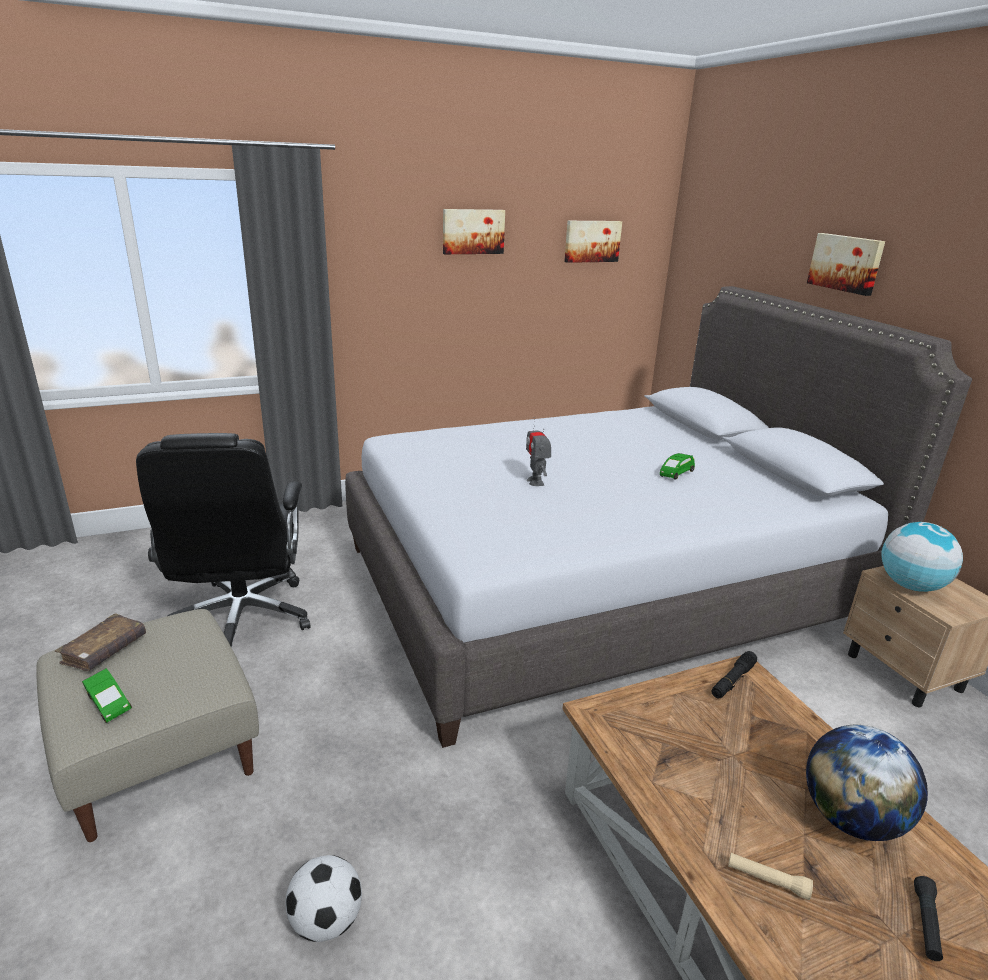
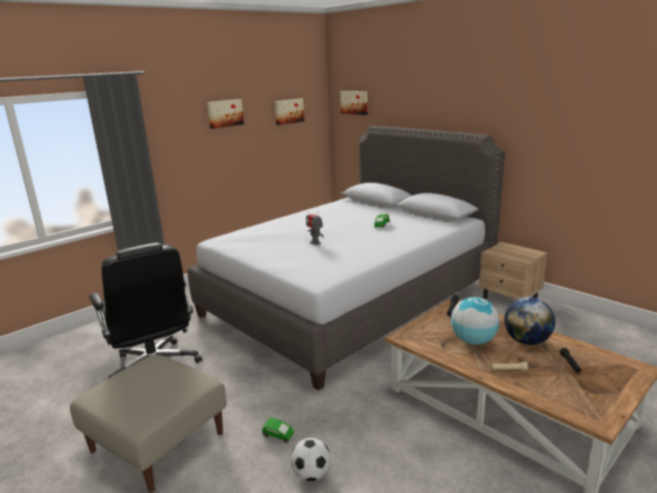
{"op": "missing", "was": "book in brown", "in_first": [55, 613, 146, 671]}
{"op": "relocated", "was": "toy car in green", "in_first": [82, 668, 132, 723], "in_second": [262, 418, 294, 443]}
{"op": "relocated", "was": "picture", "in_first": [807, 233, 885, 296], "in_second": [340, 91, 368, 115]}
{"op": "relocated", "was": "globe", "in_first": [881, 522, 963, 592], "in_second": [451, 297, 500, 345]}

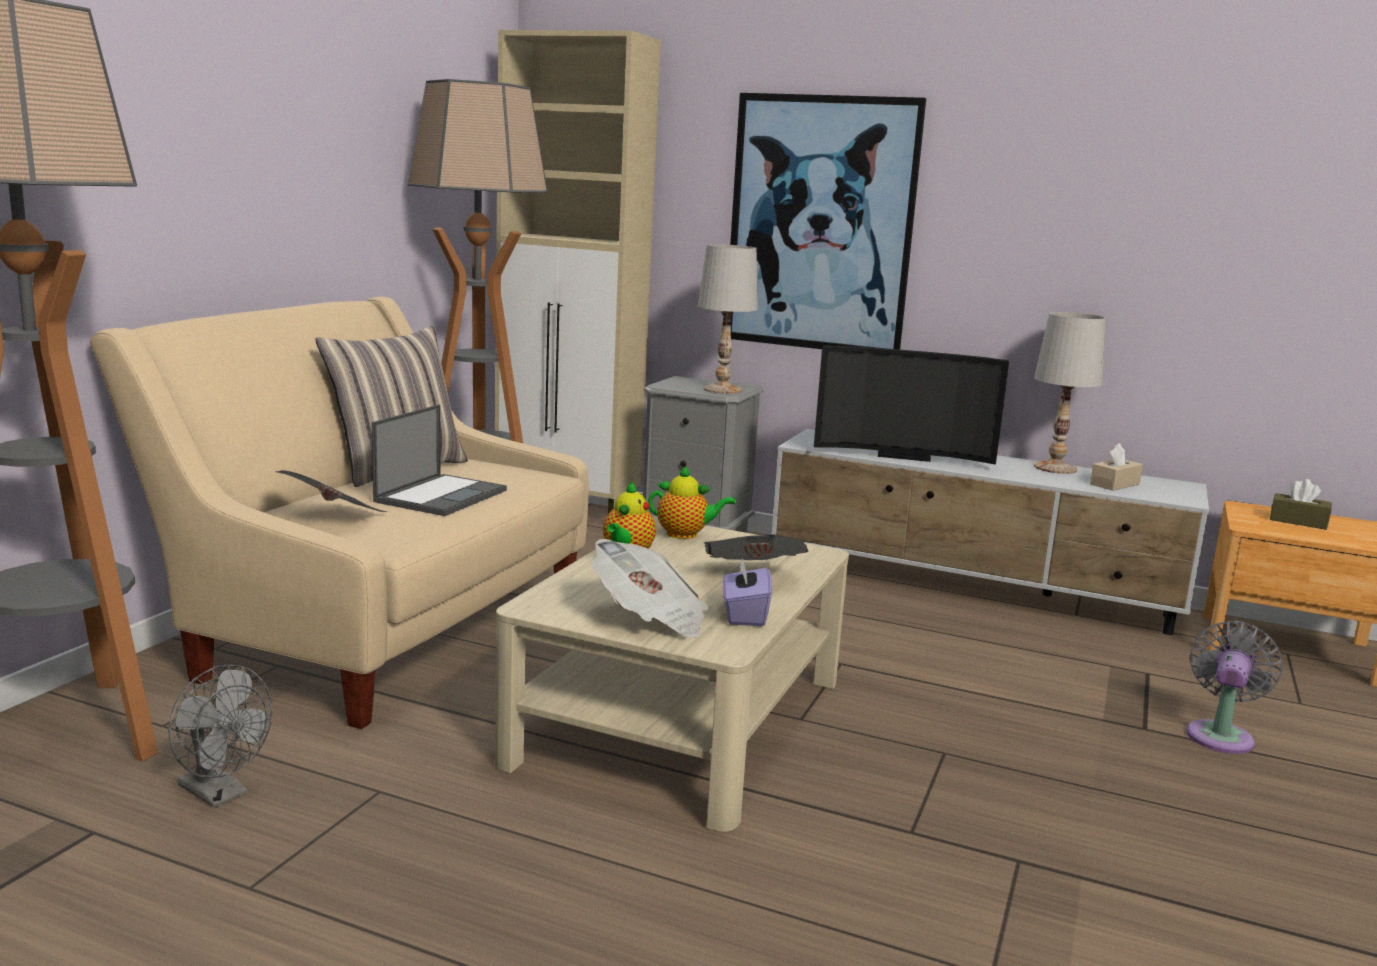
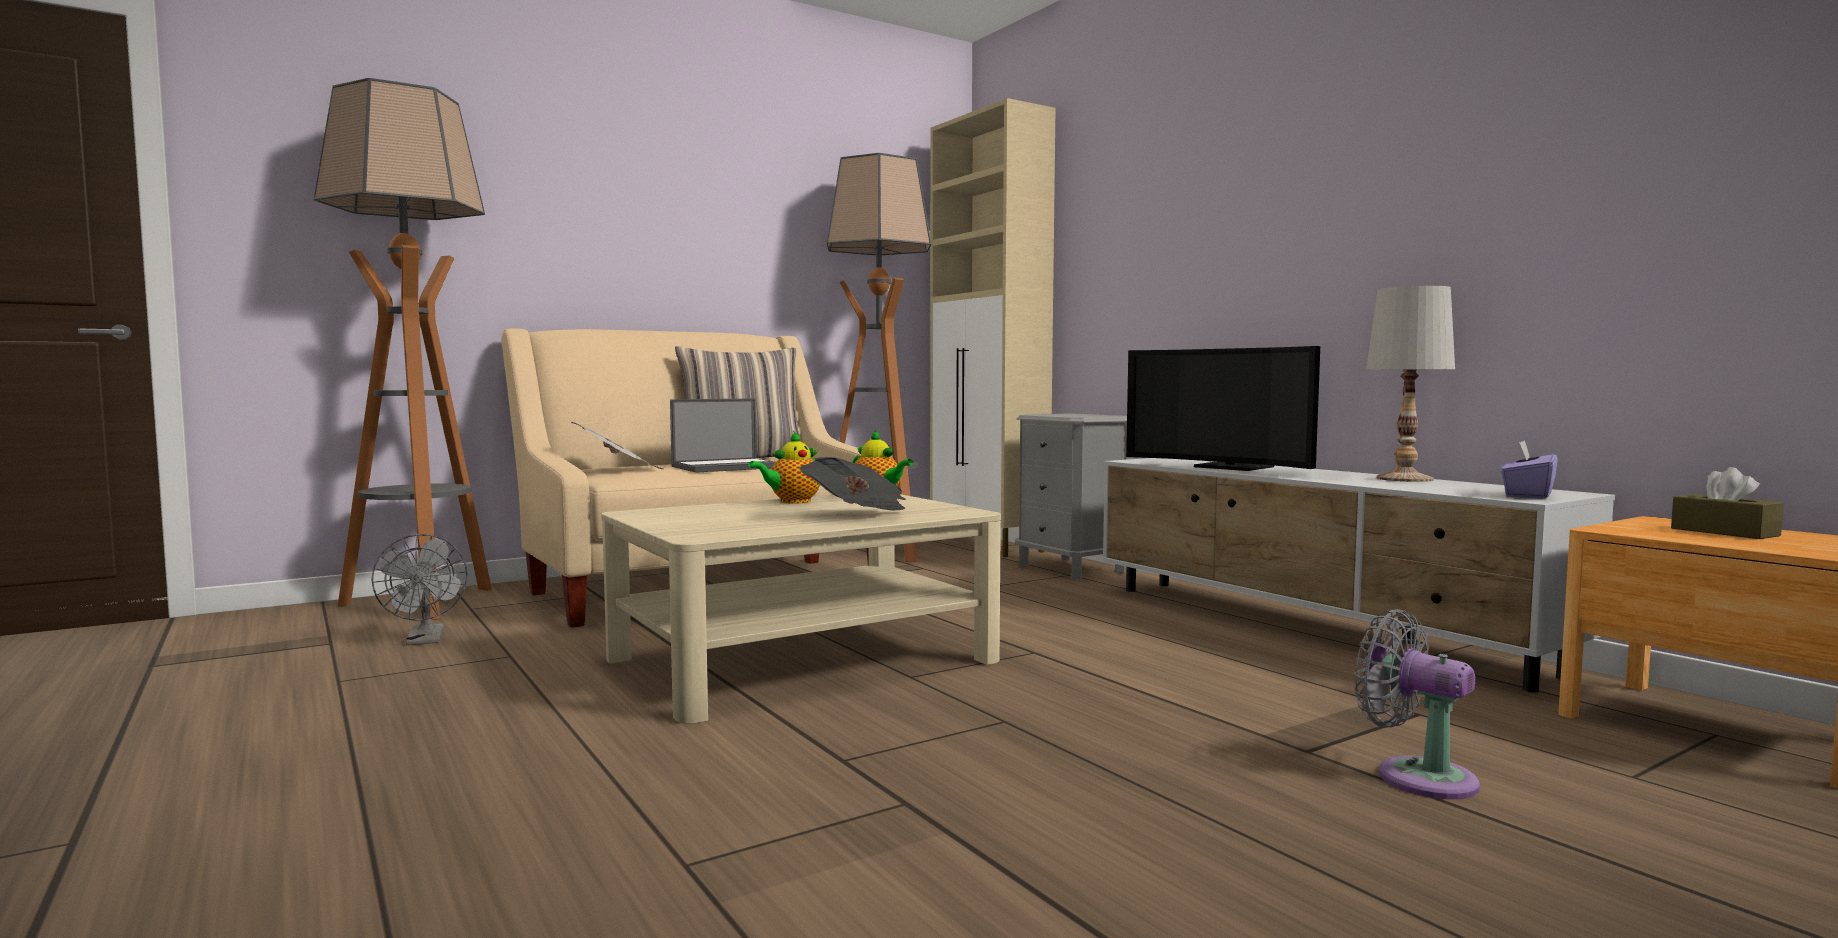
{"op": "missing", "was": "newspaper", "in_first": [592, 539, 708, 638]}
{"op": "missing", "was": "table lamp in white", "in_first": [698, 244, 758, 394]}
{"op": "missing", "was": "picture", "in_first": [730, 93, 926, 350]}
{"op": "missing", "was": "tissue box in beige", "in_first": [1090, 443, 1143, 491]}
{"op": "relocated", "was": "tissue box in purple", "in_first": [723, 557, 772, 626], "in_second": [1500, 440, 1558, 499]}
{"op": "spun", "was": "fan in grey", "in_first": [1186, 621, 1283, 754], "in_second": [1354, 609, 1480, 799], "clockwise": -105}

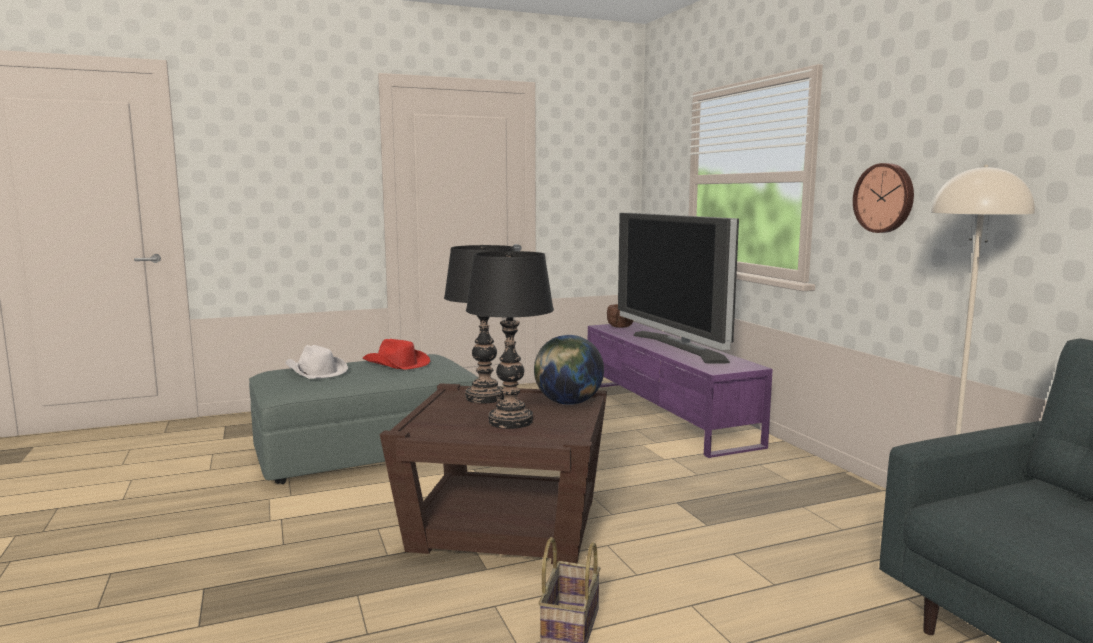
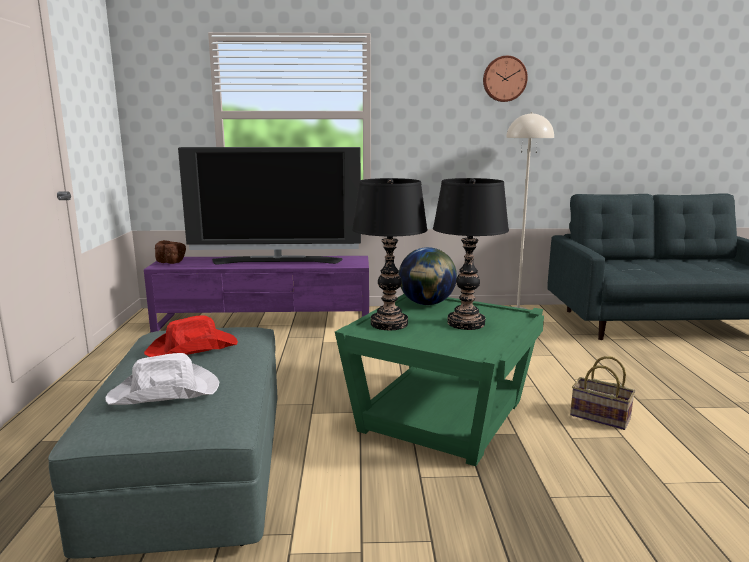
{"op": "relocated", "was": "wall clock", "in_first": [853, 163, 914, 233], "in_second": [483, 56, 528, 102]}
{"op": "colour", "was": "side table in brown", "now": "side table in green", "in_first": [380, 383, 607, 564], "in_second": [335, 294, 544, 466]}

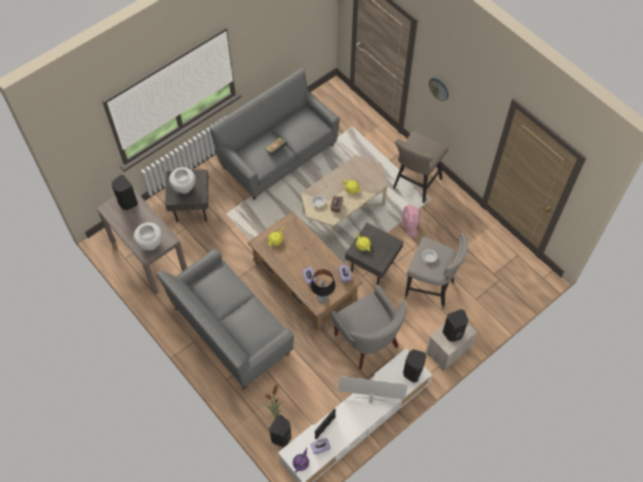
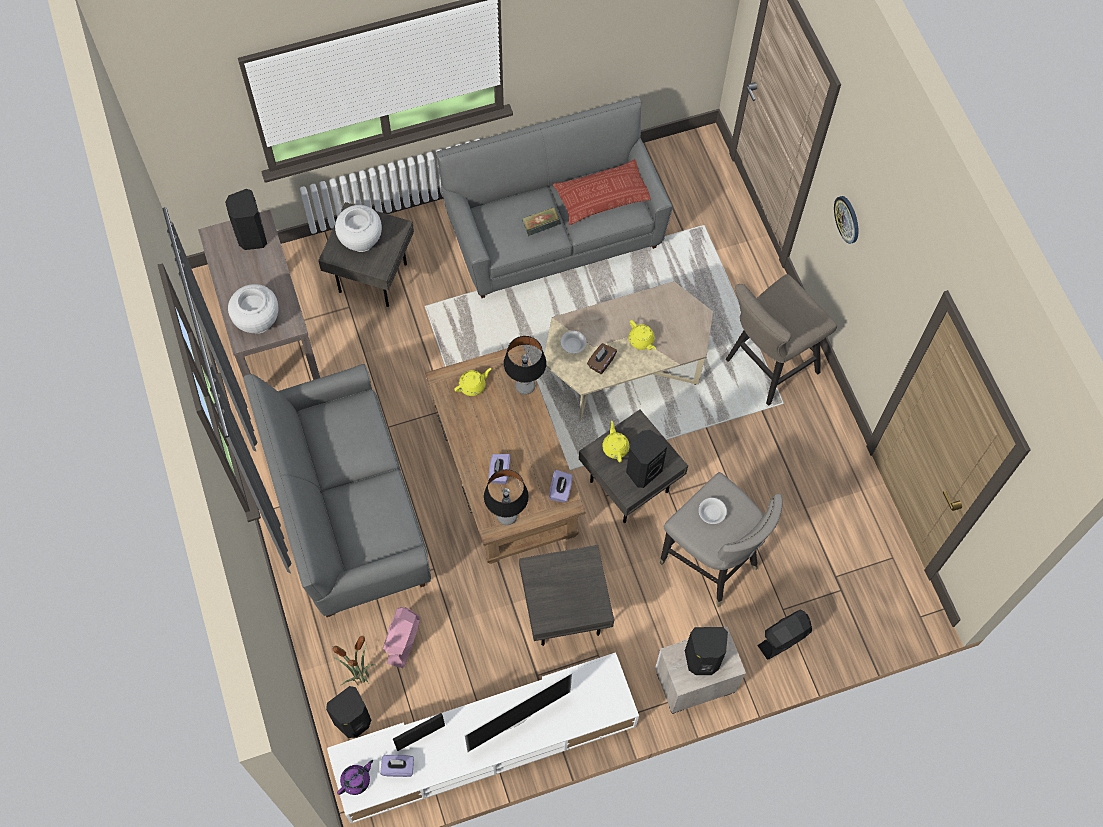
{"op": "appeared", "now": "table lamp", "in_second": [503, 336, 547, 395]}
{"op": "appeared", "now": "pillow", "in_second": [553, 159, 651, 225]}
{"op": "appeared", "now": "fan in black", "in_second": [757, 609, 812, 660]}
{"op": "relocated", "was": "fan in pink", "in_first": [402, 205, 420, 237], "in_second": [383, 607, 420, 668]}
{"op": "relocated", "was": "speaker in black", "in_first": [403, 349, 427, 383], "in_second": [626, 430, 667, 488]}
{"op": "exchanged", "was": "armchair in grey", "now": "side table in grey", "in_first": [331, 285, 407, 370], "in_second": [519, 545, 614, 646]}
{"op": "spun", "was": "television", "in_first": [339, 376, 408, 403], "in_second": [464, 672, 572, 752], "clockwise": 120}

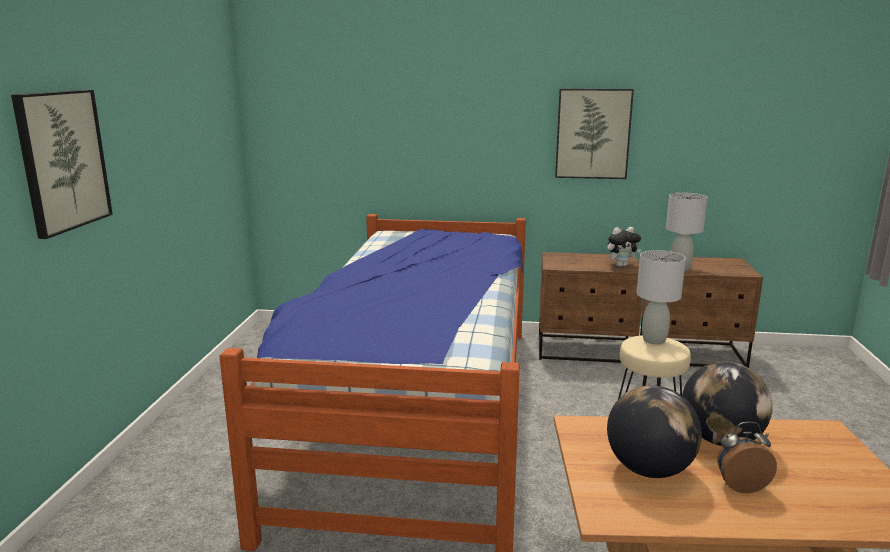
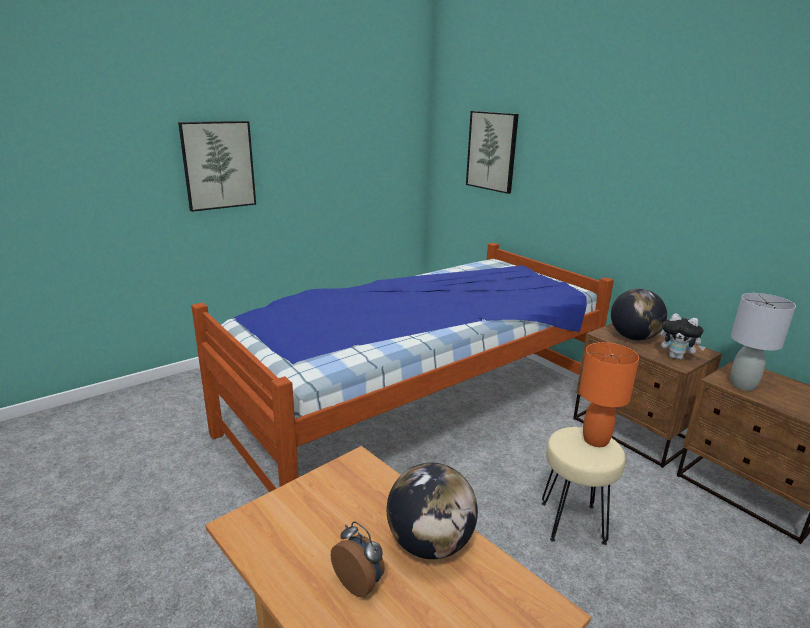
{"op": "relocated", "was": "picture", "in_first": [555, 89, 634, 179], "in_second": [466, 111, 519, 194]}
{"op": "relocated", "was": "globe", "in_first": [607, 385, 702, 478], "in_second": [611, 289, 667, 340]}
{"op": "colour", "was": "table lamp in grey", "now": "table lamp in orange", "in_first": [637, 250, 686, 345], "in_second": [579, 342, 639, 447]}

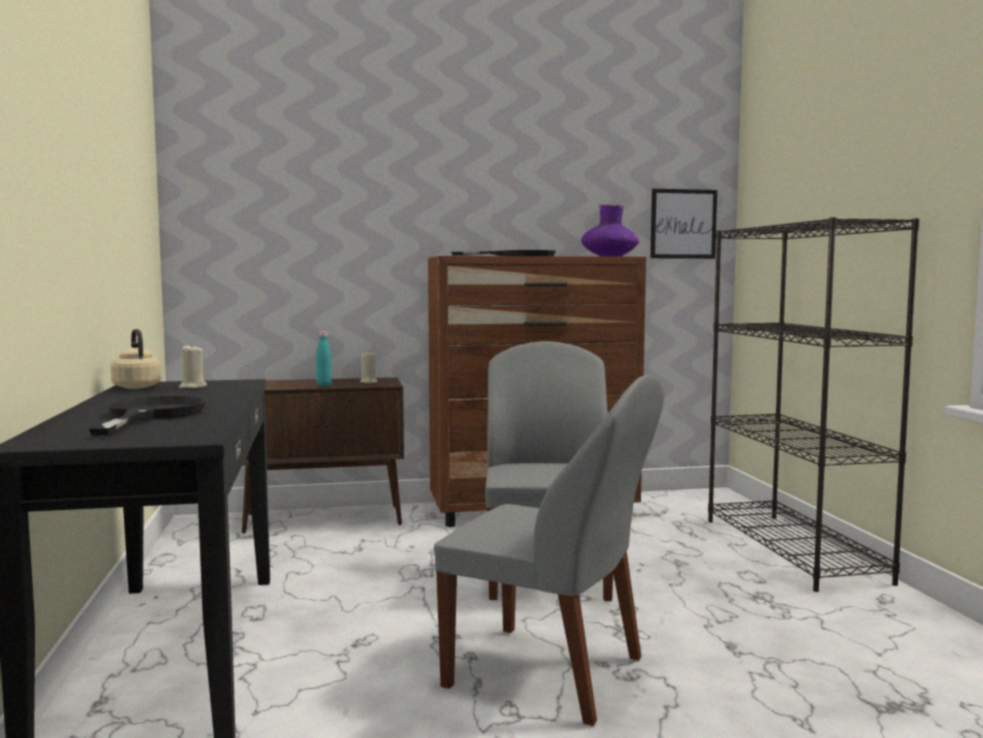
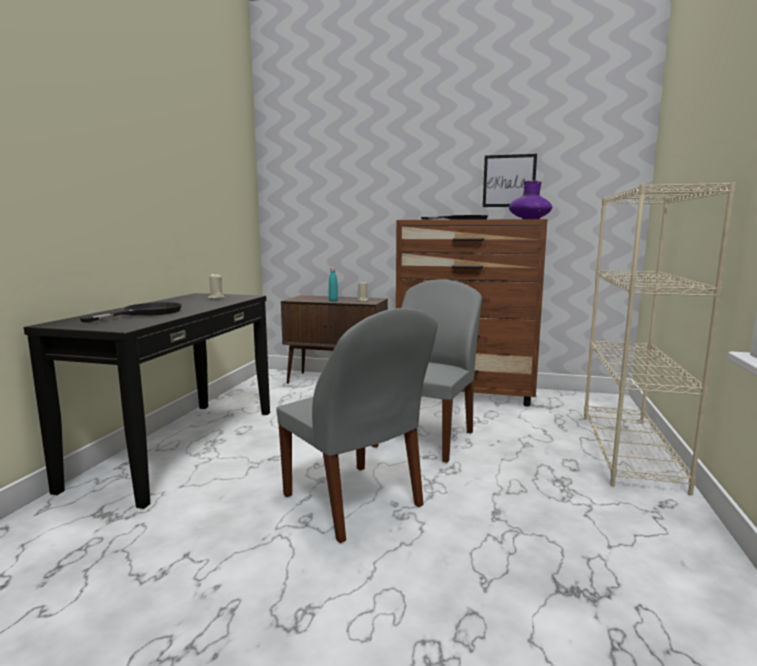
{"op": "missing", "was": "kettle in beige", "in_first": [110, 329, 162, 389]}
{"op": "relocated", "was": "picture", "in_first": [650, 189, 717, 259], "in_second": [483, 154, 537, 207]}
{"op": "colour", "was": "bookcase in black", "now": "bookcase in beige", "in_first": [708, 217, 919, 592], "in_second": [584, 182, 736, 495]}

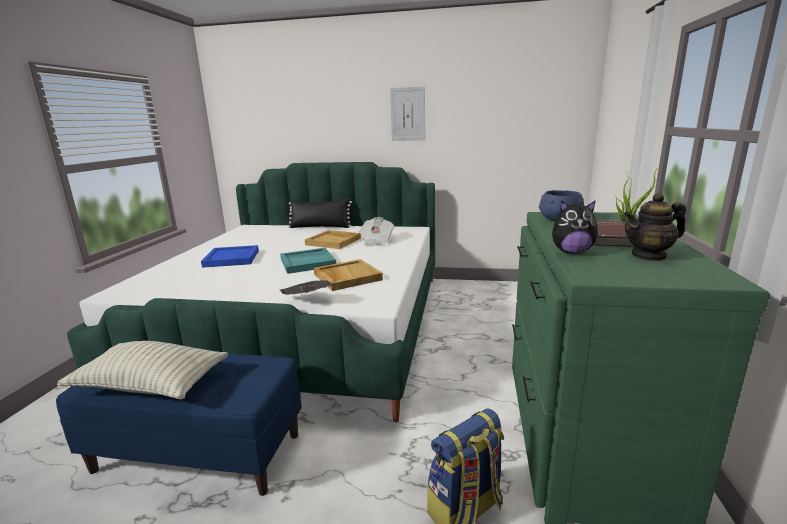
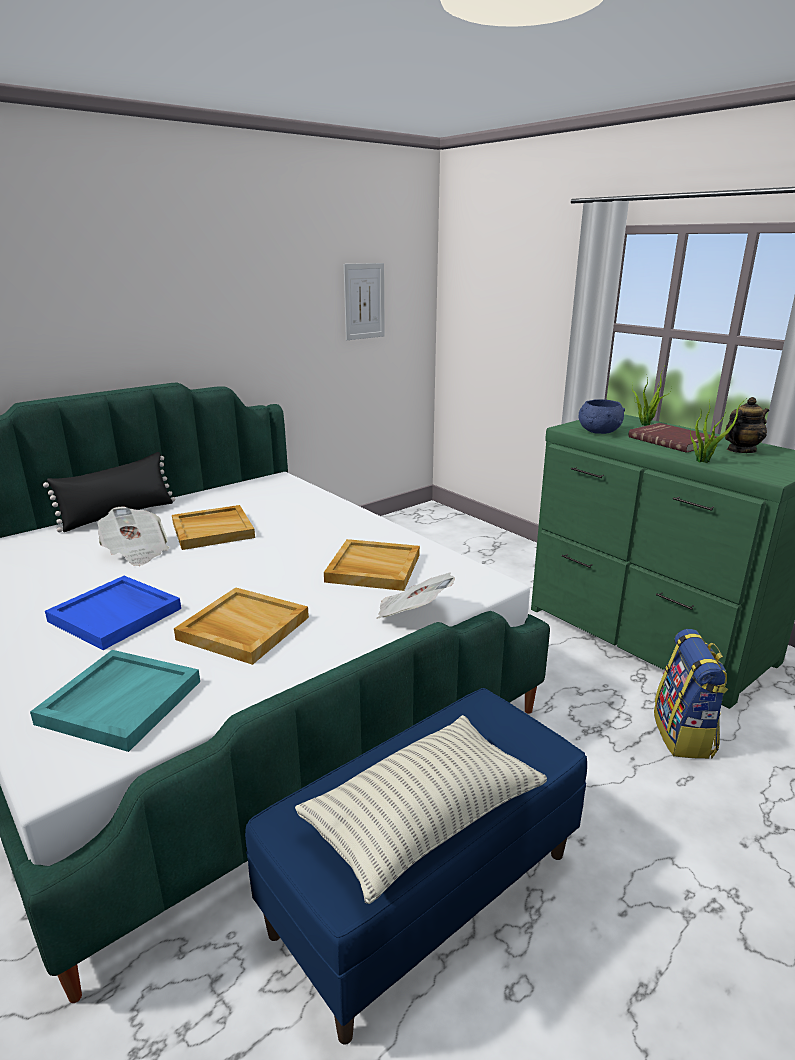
{"op": "appeared", "now": "tray in beige", "in_second": [174, 587, 309, 665]}
{"op": "relocated", "was": "tray in turquoise", "in_first": [280, 248, 336, 274], "in_second": [30, 650, 200, 752]}
{"op": "relocated", "was": "newspaper", "in_first": [359, 217, 394, 247], "in_second": [97, 507, 169, 566]}
{"op": "relocated", "was": "picture", "in_first": [390, 86, 425, 141], "in_second": [344, 263, 385, 340]}
{"op": "exchanged", "was": "plush toy", "now": "potted plant", "in_first": [552, 200, 598, 254], "in_second": [690, 399, 746, 463]}
{"op": "spun", "was": "teapot", "in_first": [623, 193, 686, 261], "in_second": [725, 397, 769, 453], "clockwise": -150}

